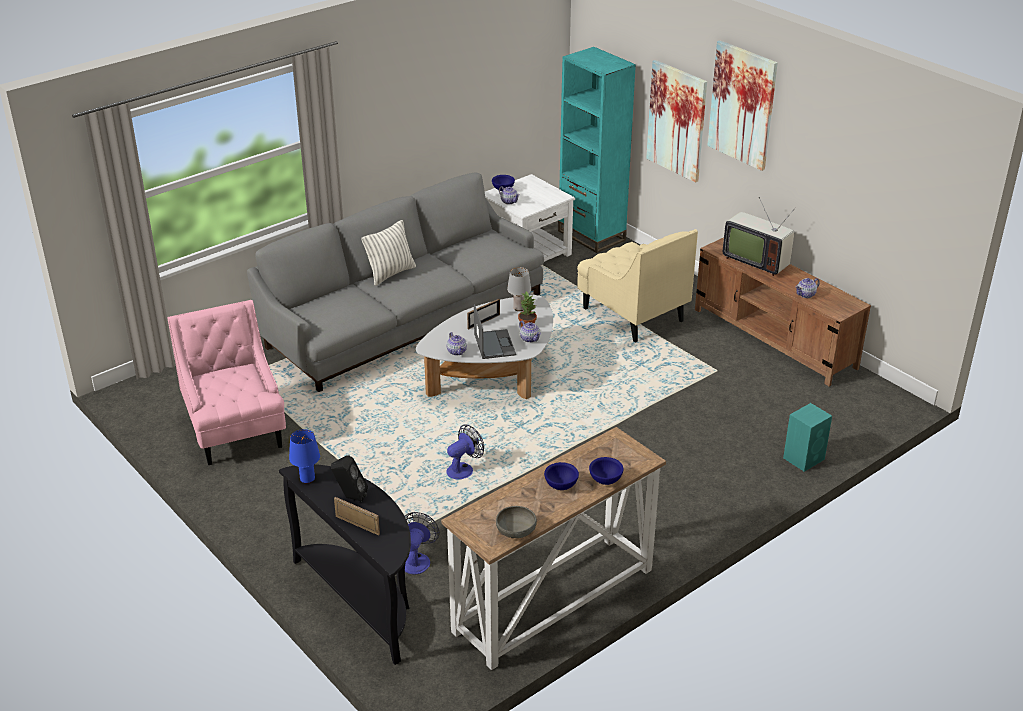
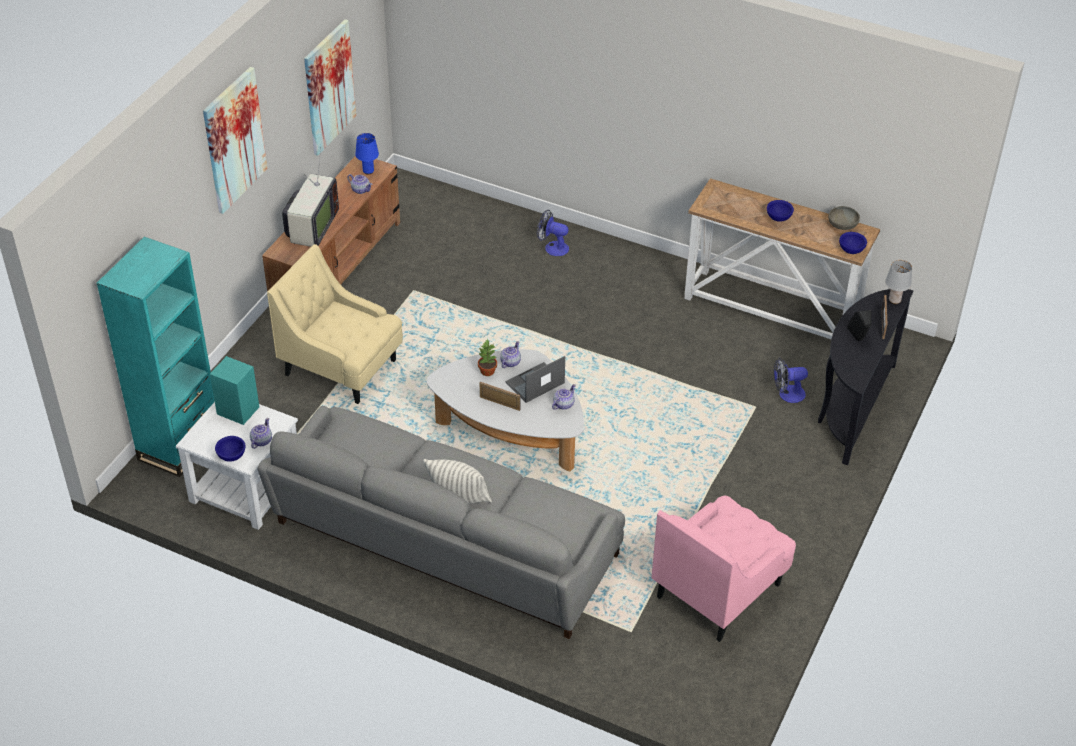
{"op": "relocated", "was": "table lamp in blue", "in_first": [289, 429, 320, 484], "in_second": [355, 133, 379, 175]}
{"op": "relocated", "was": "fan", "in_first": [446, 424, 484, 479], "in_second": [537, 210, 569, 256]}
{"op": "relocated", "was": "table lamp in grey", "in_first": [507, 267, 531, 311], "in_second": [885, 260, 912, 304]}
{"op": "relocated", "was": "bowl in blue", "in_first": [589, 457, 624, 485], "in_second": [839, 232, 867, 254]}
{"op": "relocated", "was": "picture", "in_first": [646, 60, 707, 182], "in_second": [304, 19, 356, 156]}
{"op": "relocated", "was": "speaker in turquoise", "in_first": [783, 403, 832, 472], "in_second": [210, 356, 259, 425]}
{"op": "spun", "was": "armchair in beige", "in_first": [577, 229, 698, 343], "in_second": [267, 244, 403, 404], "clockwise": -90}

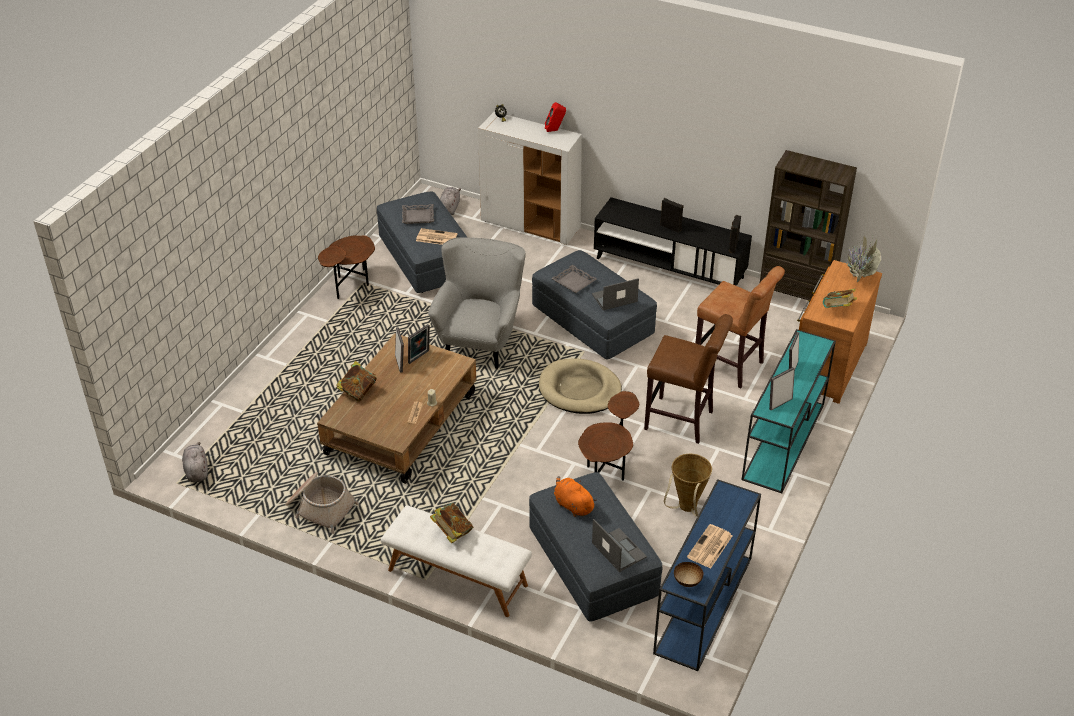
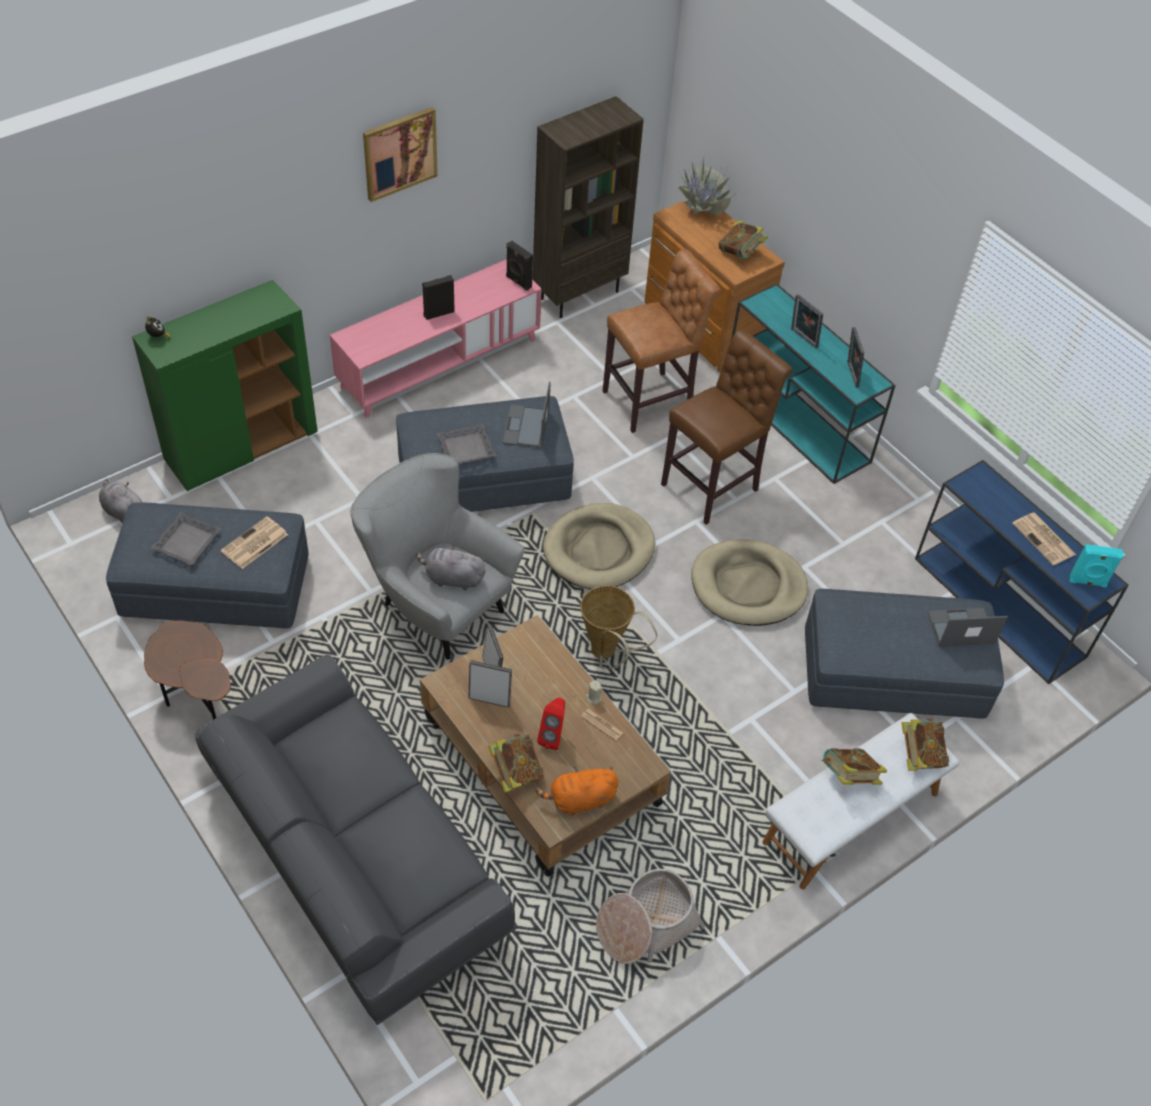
{"op": "appeared", "now": "sofa in grey", "in_second": [195, 655, 518, 1025]}
{"op": "appeared", "now": "picture", "in_second": [363, 107, 438, 202]}
{"op": "appeared", "now": "book", "in_second": [901, 718, 949, 771]}
{"op": "relocated", "was": "plush toy in grey", "in_first": [182, 442, 208, 482], "in_second": [416, 544, 486, 591]}
{"op": "relocated", "was": "speaker in red", "in_first": [545, 102, 566, 132], "in_second": [537, 698, 565, 750]}
{"op": "relocated", "was": "plush toy in orange", "in_first": [554, 476, 597, 517], "in_second": [535, 766, 618, 815]}
{"op": "relocated", "was": "basket", "in_first": [664, 454, 712, 516], "in_second": [580, 585, 657, 669]}
{"op": "exchanged", "was": "side table in brown", "now": "dog bed in beige", "in_first": [578, 391, 639, 481], "in_second": [691, 539, 808, 626]}
{"op": "exchanged", "was": "bowl", "now": "speaker in turquoise", "in_first": [674, 562, 704, 587], "in_second": [1069, 544, 1124, 587]}
{"op": "colour", "was": "cabinet in white", "now": "cabinet in green", "in_first": [478, 112, 582, 245], "in_second": [132, 280, 318, 491]}
{"op": "colour", "was": "tv stand in black", "now": "tv stand in pink", "in_first": [594, 197, 752, 286], "in_second": [330, 259, 542, 418]}

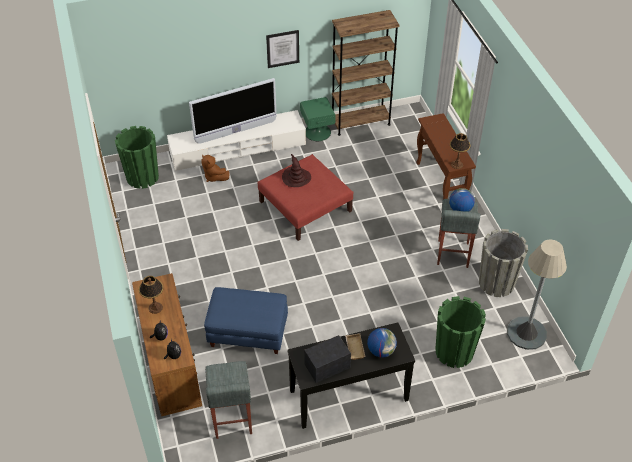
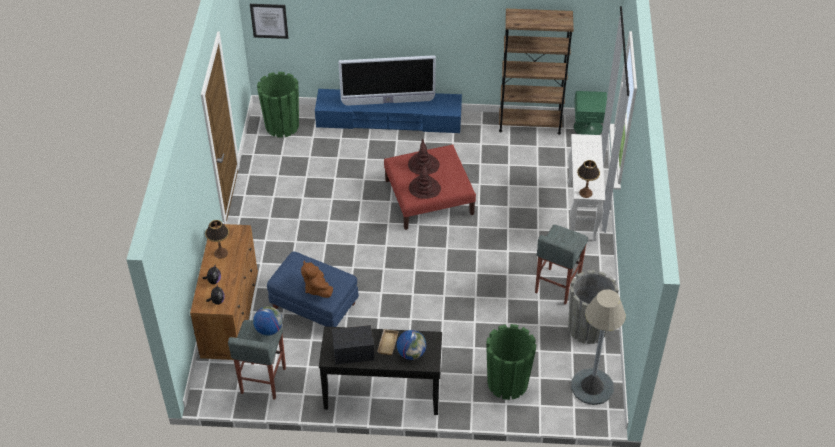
{"op": "appeared", "now": "hat in brown", "in_second": [409, 162, 441, 199]}
{"op": "relocated", "was": "plush toy in brown", "in_first": [201, 154, 230, 182], "in_second": [301, 261, 333, 298]}
{"op": "relocated", "was": "picture", "in_first": [266, 30, 299, 68], "in_second": [250, 4, 288, 39]}
{"op": "relocated", "was": "nightstand in green", "in_first": [300, 97, 336, 141], "in_second": [574, 91, 607, 135]}
{"op": "relocated", "was": "globe", "in_first": [449, 188, 475, 212], "in_second": [253, 306, 283, 336]}
{"op": "colour", "was": "tv stand in white", "now": "tv stand in blue", "in_first": [167, 110, 306, 171], "in_second": [315, 89, 462, 133]}
{"op": "colour", "was": "console table in brown", "now": "console table in white", "in_first": [416, 113, 476, 199], "in_second": [568, 134, 605, 241]}

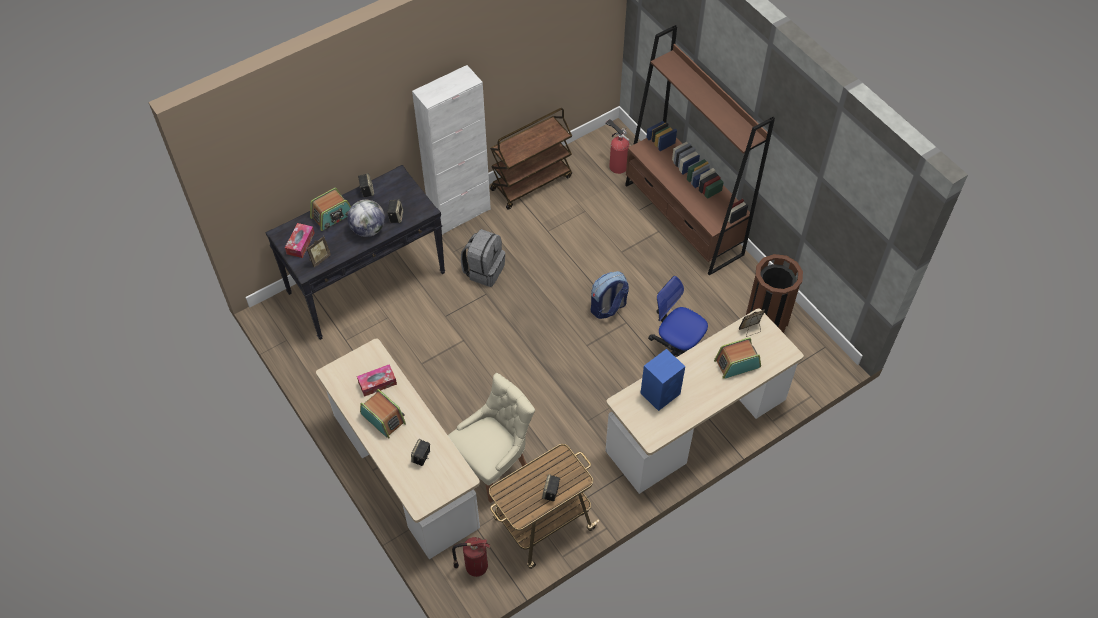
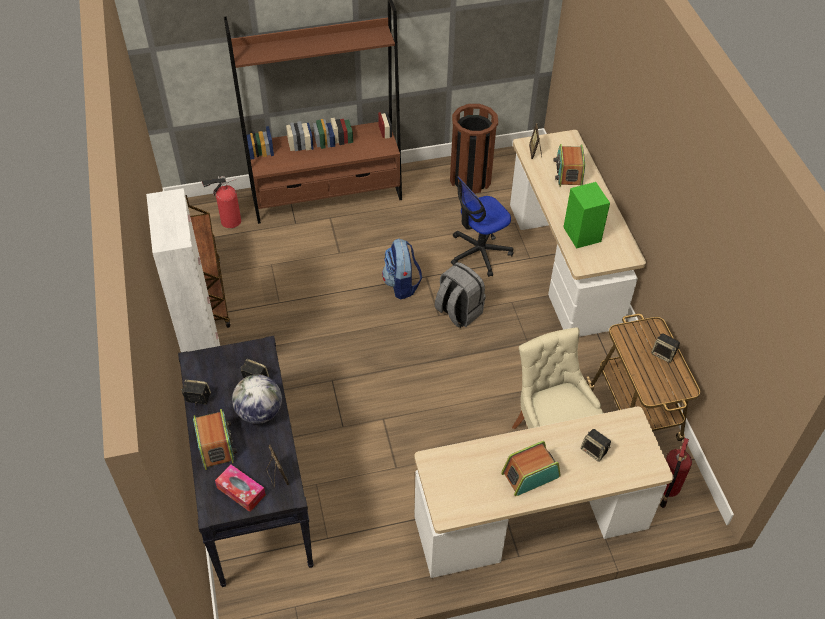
{"op": "missing", "was": "tissue box", "in_first": [357, 364, 397, 397]}
{"op": "relocated", "was": "backpack in grey", "in_first": [461, 229, 505, 287], "in_second": [435, 262, 486, 328]}
{"op": "colour", "was": "speaker in blue", "now": "speaker in green", "in_first": [641, 349, 685, 411], "in_second": [563, 182, 610, 249]}

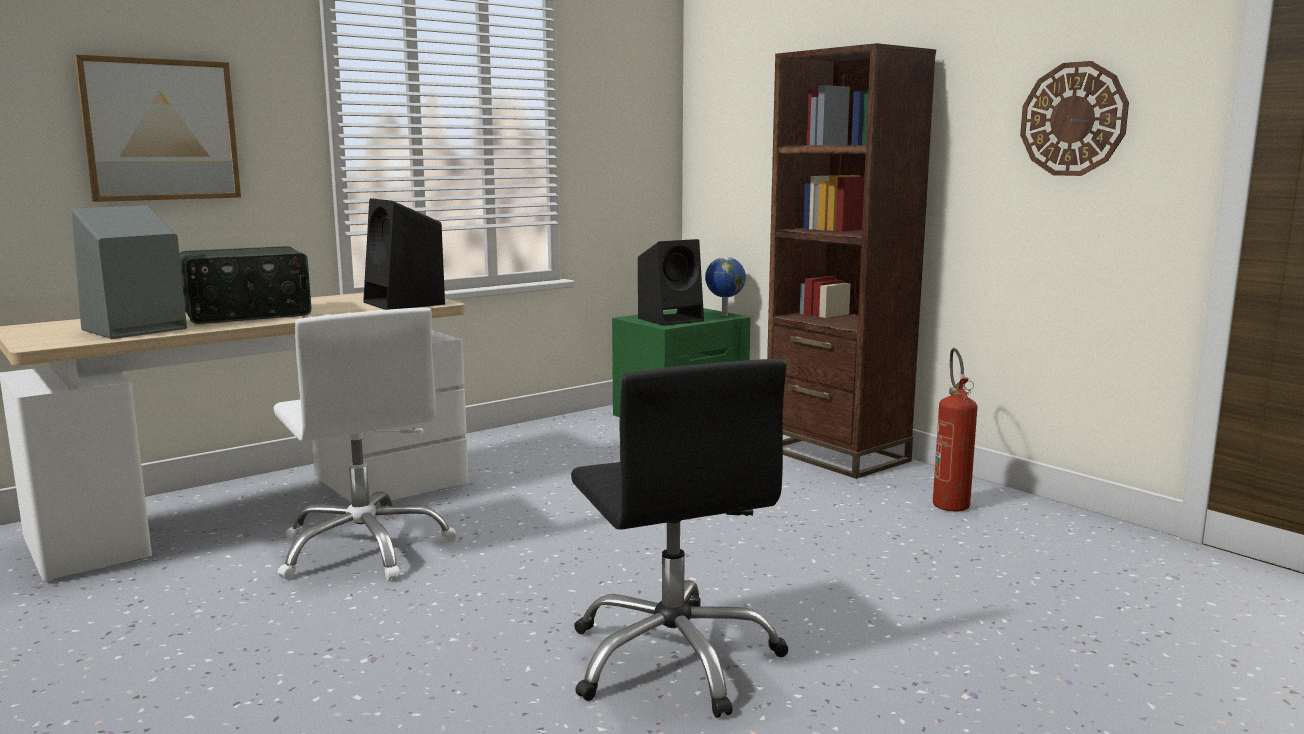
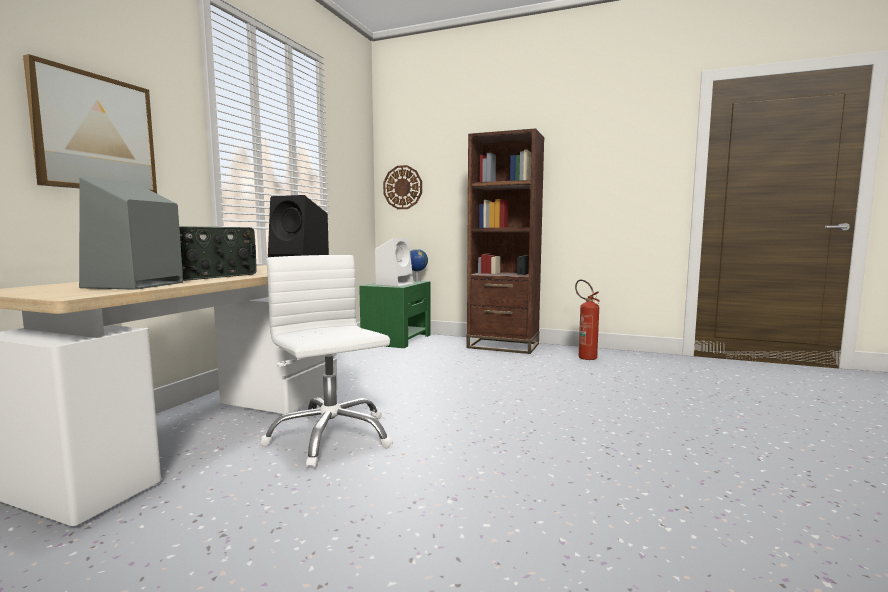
{"op": "missing", "was": "office chair in black", "in_first": [571, 359, 789, 718]}
{"op": "relocated", "was": "wall clock", "in_first": [1020, 61, 1129, 176], "in_second": [383, 165, 422, 209]}
{"op": "colour", "was": "speaker in black", "now": "speaker in white", "in_first": [638, 239, 704, 326], "in_second": [375, 238, 414, 287]}
{"op": "spun", "was": "office chair in white", "in_first": [273, 307, 457, 581], "in_second": [260, 255, 393, 468], "clockwise": -150}

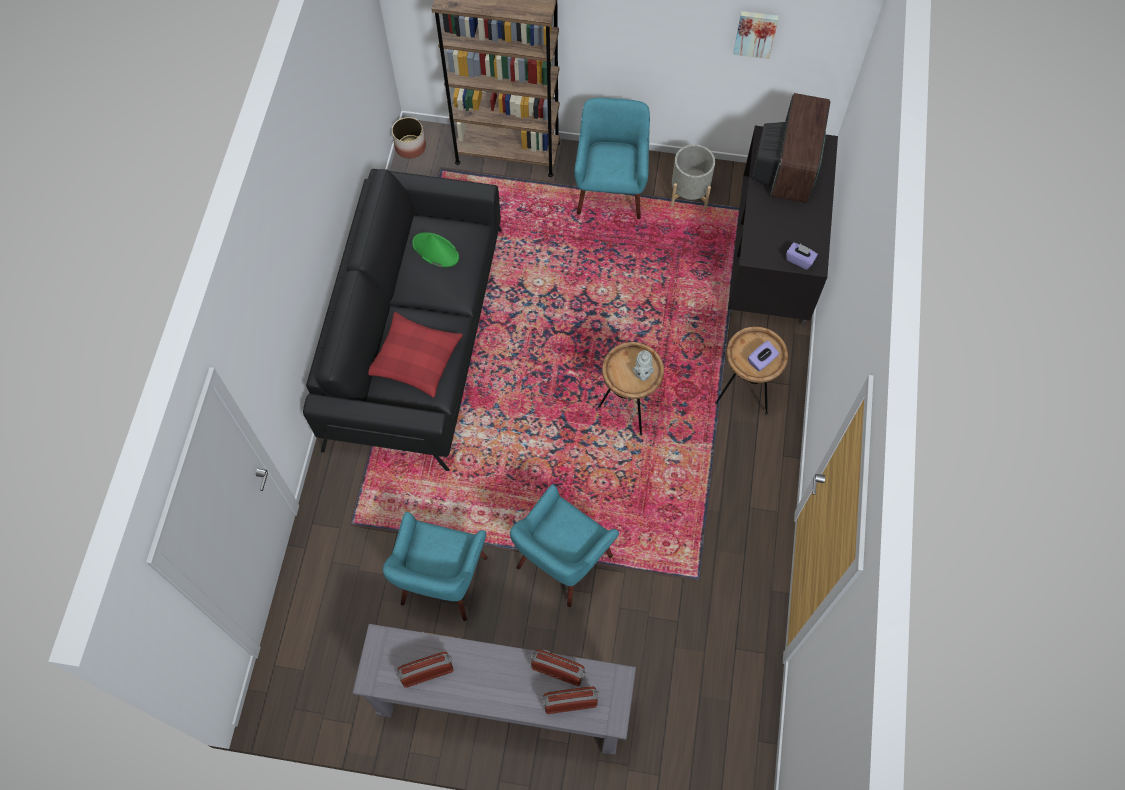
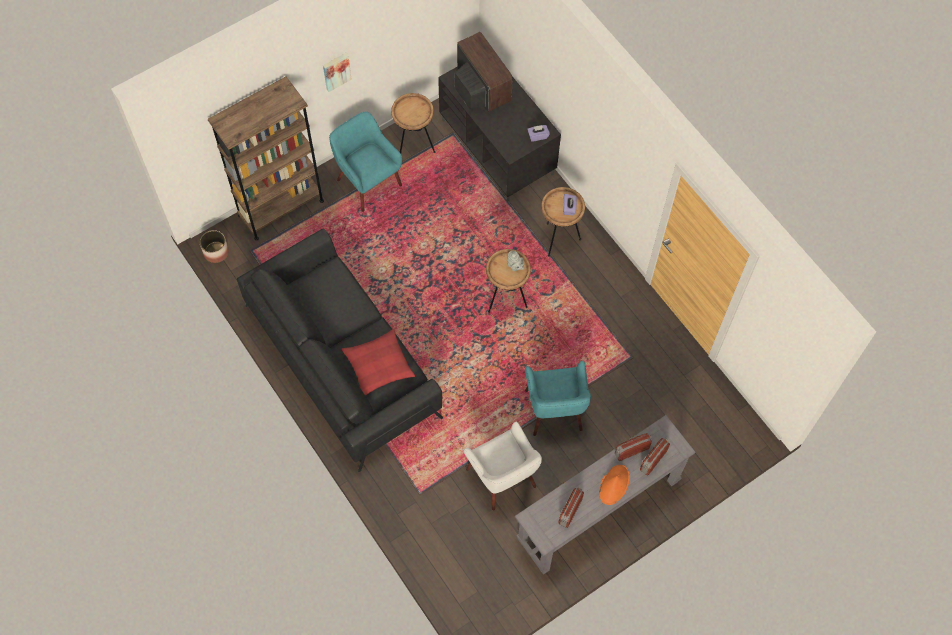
{"op": "missing", "was": "hat in green", "in_first": [412, 232, 459, 267]}
{"op": "appeared", "now": "hat in orange", "in_second": [599, 465, 630, 505]}
{"op": "relocated", "was": "picture", "in_first": [733, 11, 779, 59], "in_second": [323, 53, 352, 92]}
{"op": "exchanged", "was": "planter in grey", "now": "side table in brown", "in_first": [671, 144, 715, 209], "in_second": [391, 93, 435, 153]}
{"op": "colour", "was": "armchair in turquoise", "now": "armchair in white", "in_first": [383, 512, 488, 621], "in_second": [464, 421, 542, 510]}

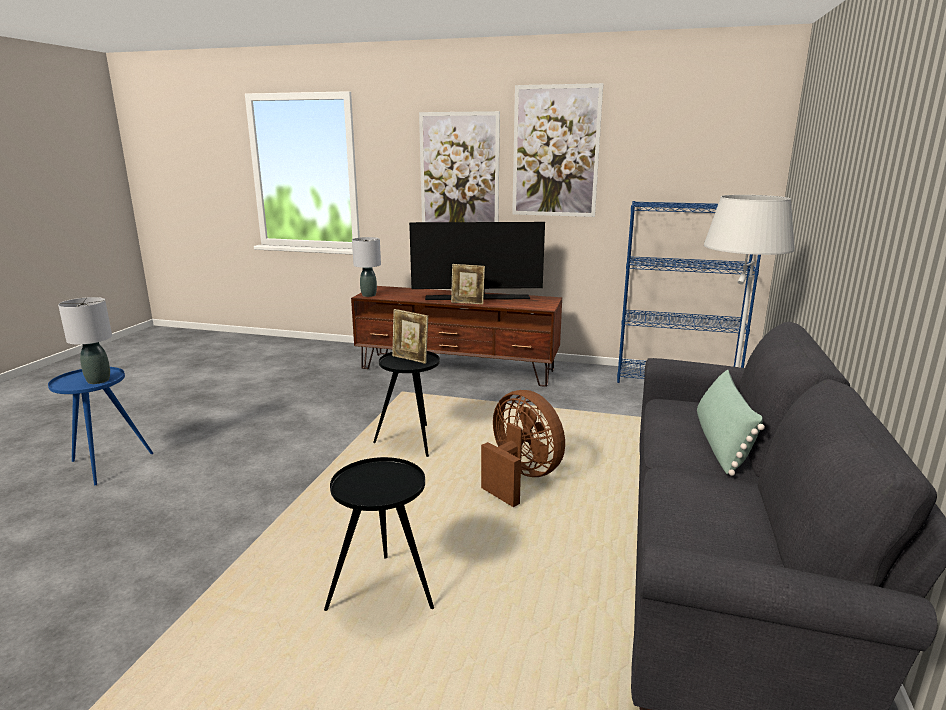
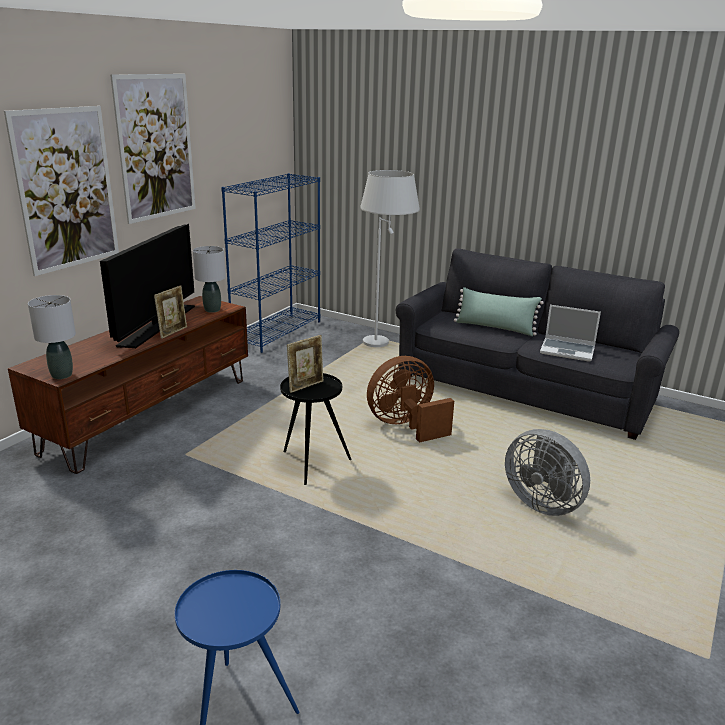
{"op": "appeared", "now": "laptop", "in_second": [540, 305, 601, 362]}
{"op": "relocated", "was": "table lamp in grey", "in_first": [58, 297, 112, 384], "in_second": [193, 246, 226, 313]}
{"op": "exchanged", "was": "side table in black", "now": "fan in grey", "in_first": [324, 457, 434, 611], "in_second": [505, 429, 590, 516]}

